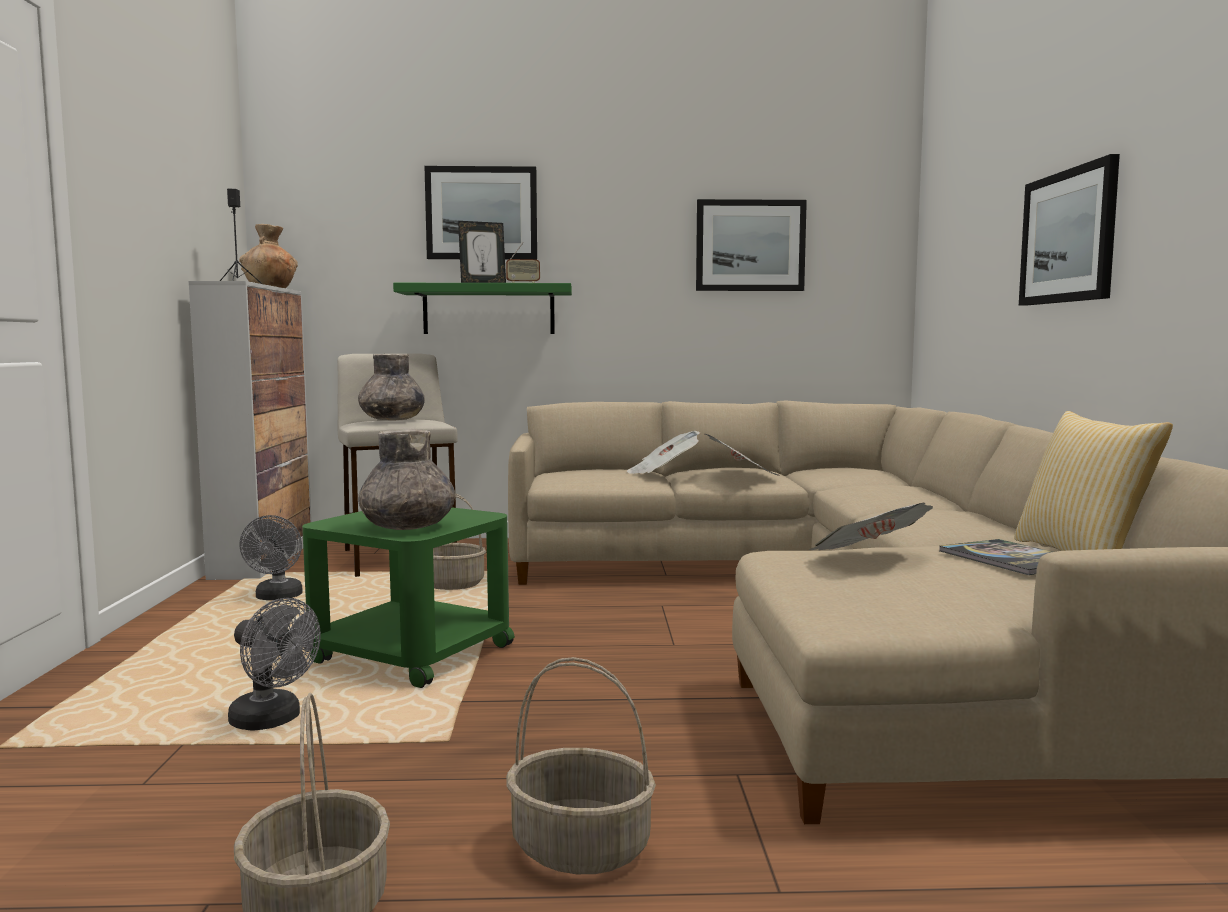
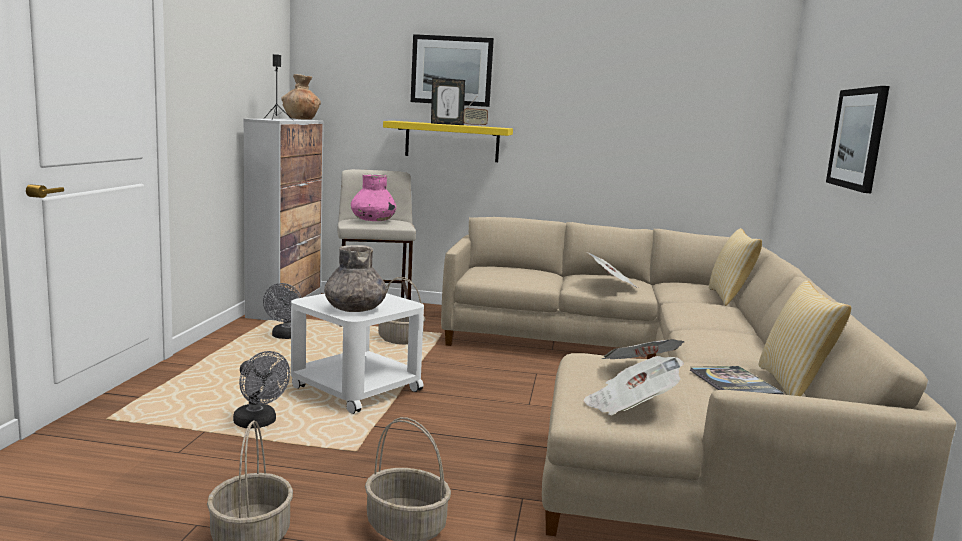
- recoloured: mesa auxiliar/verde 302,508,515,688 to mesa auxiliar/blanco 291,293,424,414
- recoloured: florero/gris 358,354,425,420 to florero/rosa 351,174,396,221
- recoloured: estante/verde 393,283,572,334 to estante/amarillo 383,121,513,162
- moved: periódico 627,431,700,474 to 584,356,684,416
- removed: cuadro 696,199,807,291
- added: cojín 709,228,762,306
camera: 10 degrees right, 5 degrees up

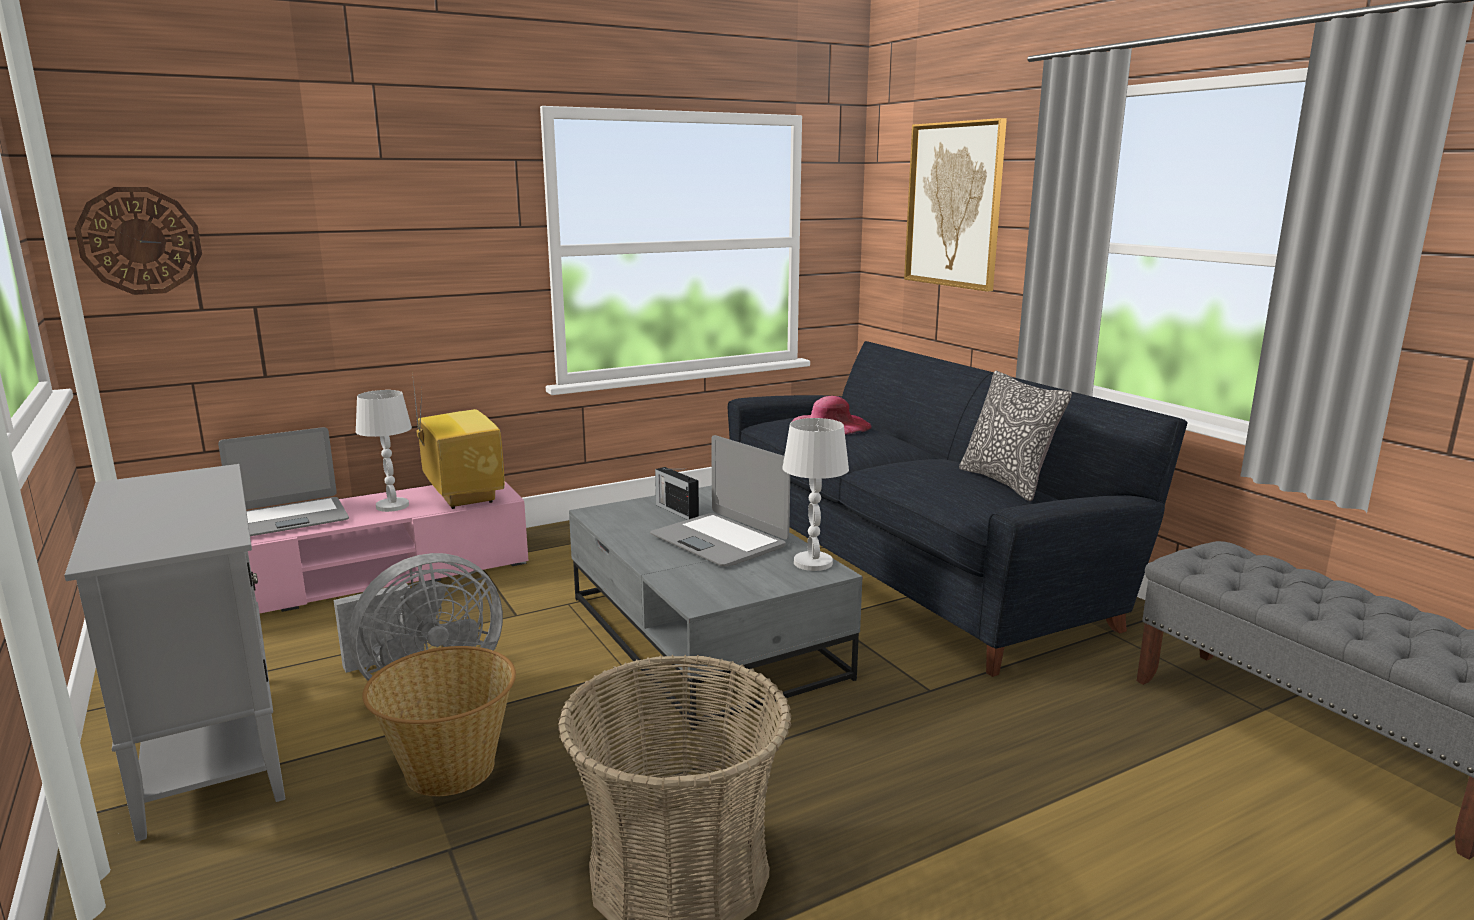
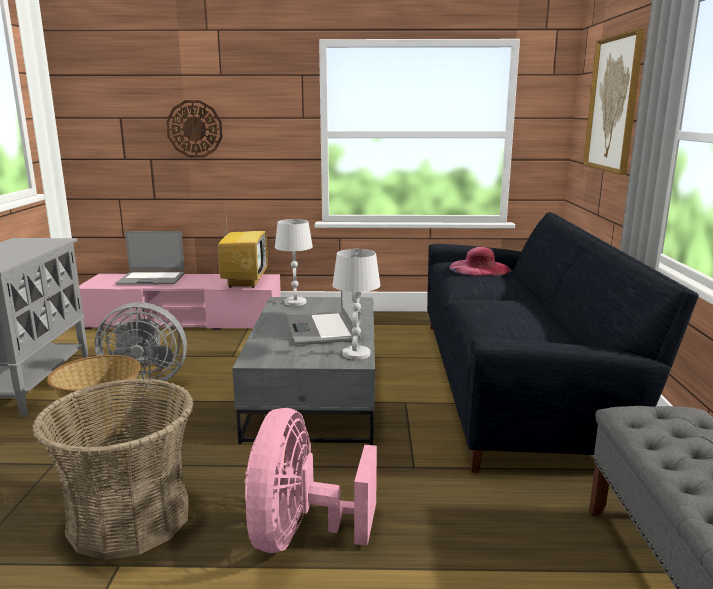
- moved: reloj de pared 74,187,202,295 to 166,100,223,158
- moved: lámpara de mesa/blanco 356,390,412,512 to 275,219,313,306
- removed: radio 655,467,699,520
- removed: cojín 959,371,1072,501
- added: ventilador/rosa 245,408,377,553
camera: 30 degrees right, 0 degrees up

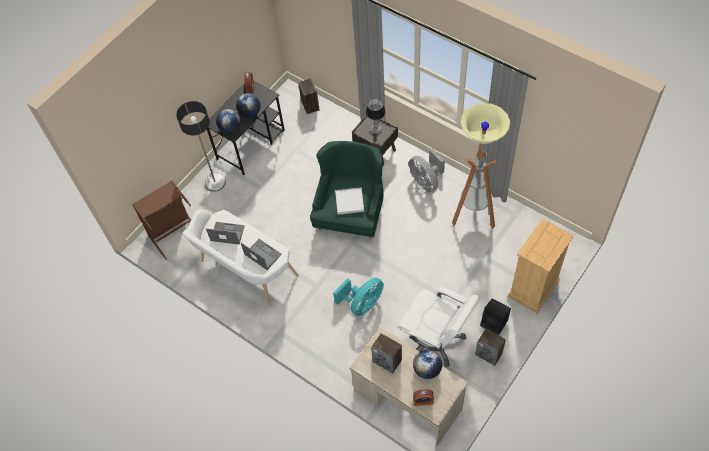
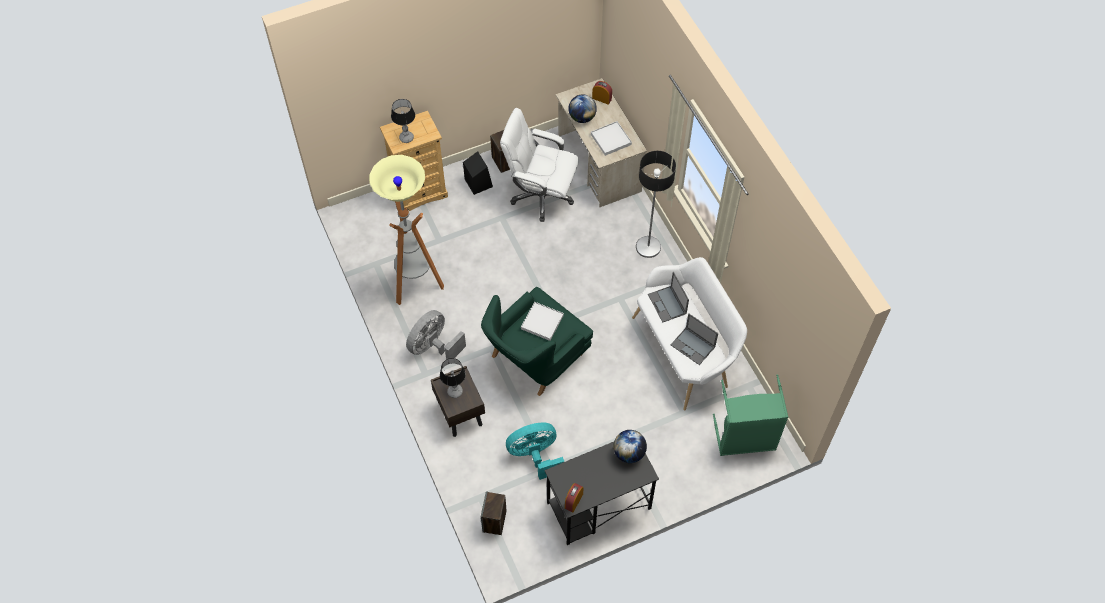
- recoloured: cesto de la ropa/marrón 132,180,191,260 to cesto de la ropa/verde 713,374,788,456
- moved: lámpara de pie 176,101,226,192 to 636,151,676,258
- removed: globo terráqueo 236,93,261,118
- moved: ventilador/turquesa 333,278,384,316 to 506,423,564,480
- replaced: altavoz 371,333,402,373 to bandeja/blanco 591,121,632,156
- turned: silla de oficina/blanco 397,287,479,367 = 500,108,579,222 45 degrees counterclockwise
- turned: ventilador/gris 409,148,445,192 = 406,310,466,359 135 degrees counterclockwise
- added: lámpara de mesa 391,99,415,143
camera: 155 degrees left, 0 degrees up

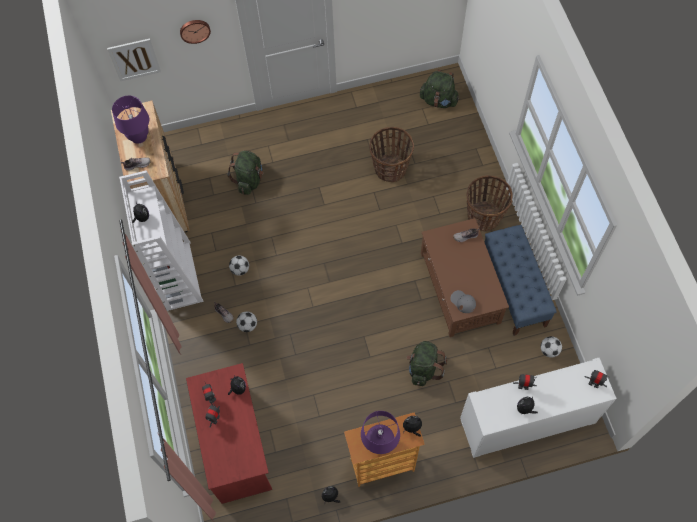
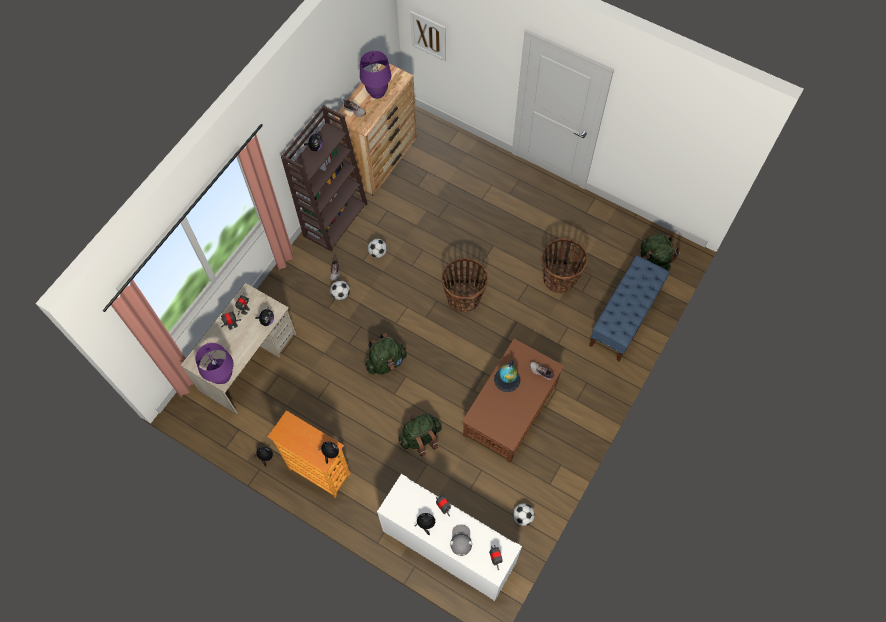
- recoloured: estantería/blanco 119,170,204,311 to estantería/marrón 281,105,367,252
- removed: reloj de pared 180,20,211,44
- recoloured: escritorio/rojo 186,363,272,504 to escritorio/beis 180,283,296,414
- moved: mochila/verde 227,151,264,195 to 365,332,407,375
- moved: lámpara de mesa/morado 361,411,400,454 to 195,343,234,384
- moved: gorra/gris 450,290,476,313 to 450,524,472,556
- moved: cesta 467,175,513,231 to 442,258,488,312
- moved: banco/azul 485,225,557,336 to 589,255,670,361
- added: globo terráqueo 494,360,520,392
camera: 45 degrees right, 0 degrees up

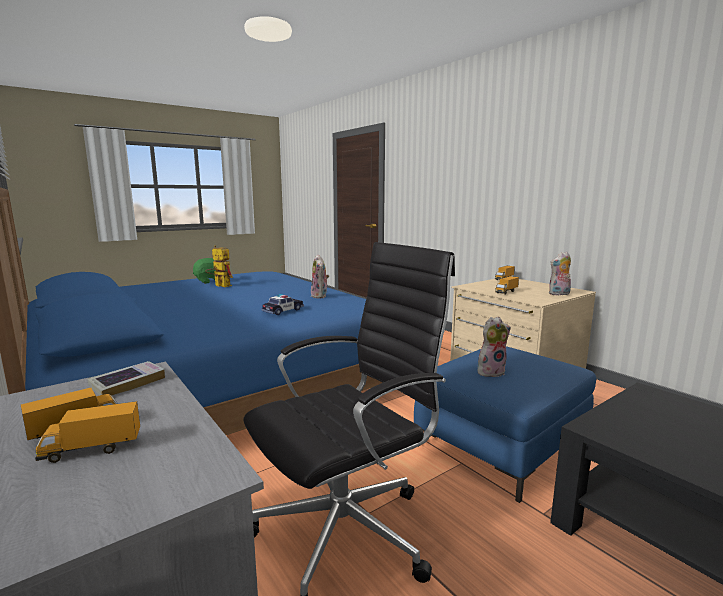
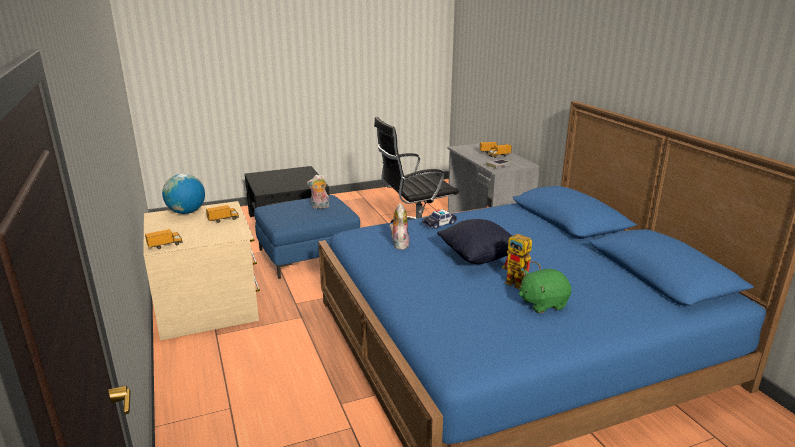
- replaced: peluche 549,252,571,295 to globo terráqueo 162,174,205,214
- added: cojín/negro 437,219,512,264
camera: 165 degrees left, 10 degrees up

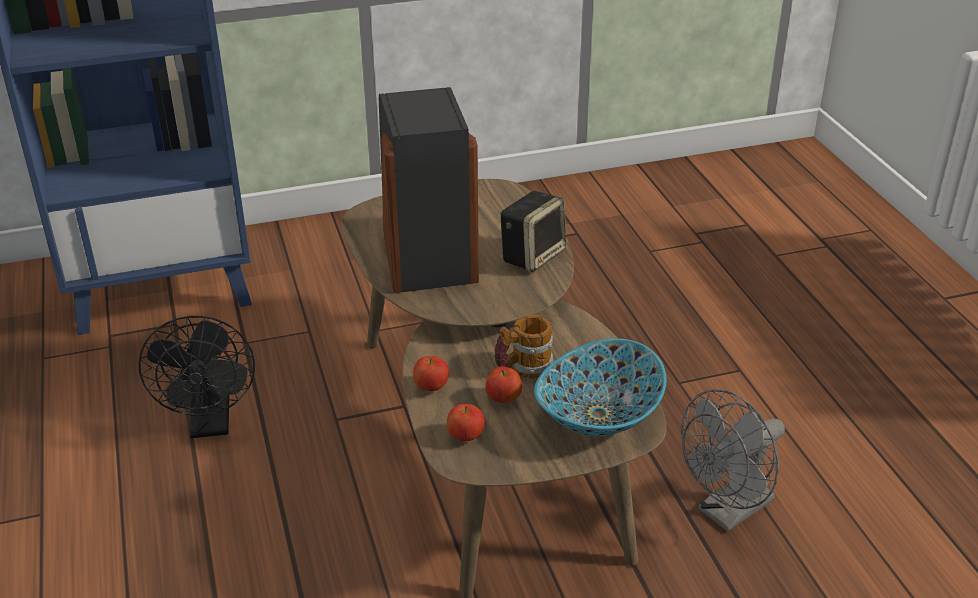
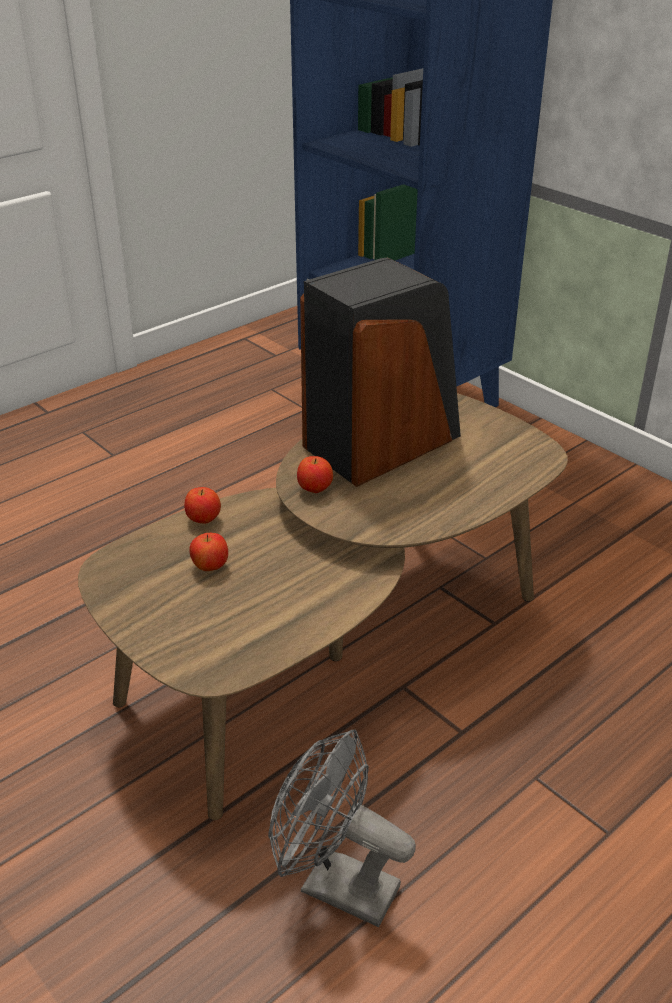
- removed: ventilador/negro 139,316,255,438
- moved: manzana 447,404,485,442 to 297,456,333,493
- removed: taza grande 494,315,553,378
- removed: altavoz 500,191,566,272
- removed: cuenco 534,338,667,436
camera: 65 degrees right, 0 degrees up

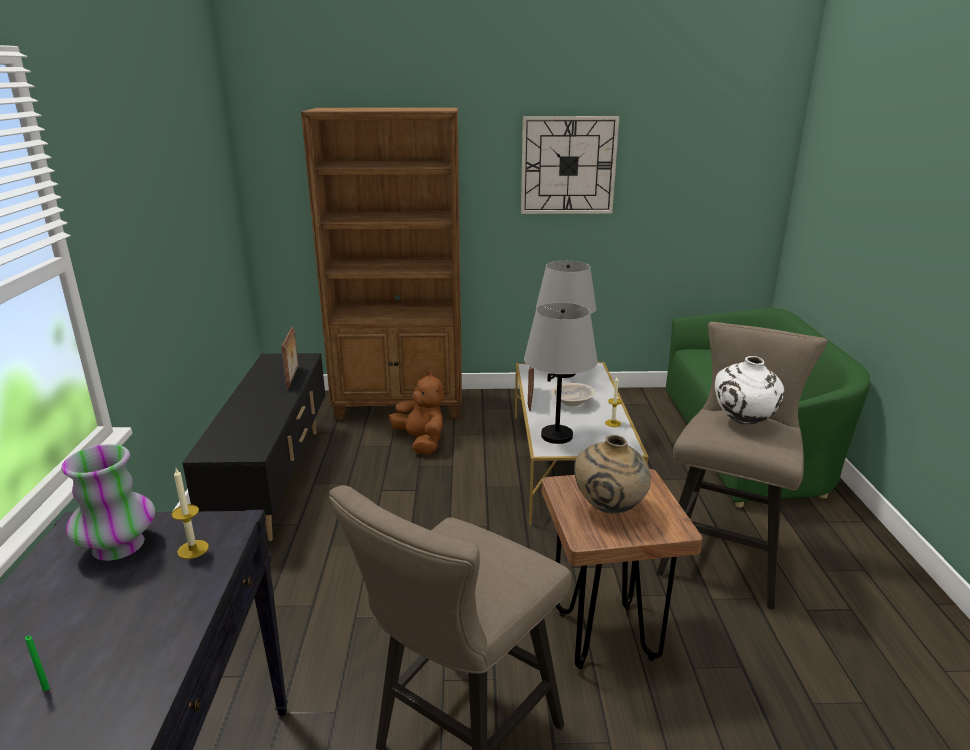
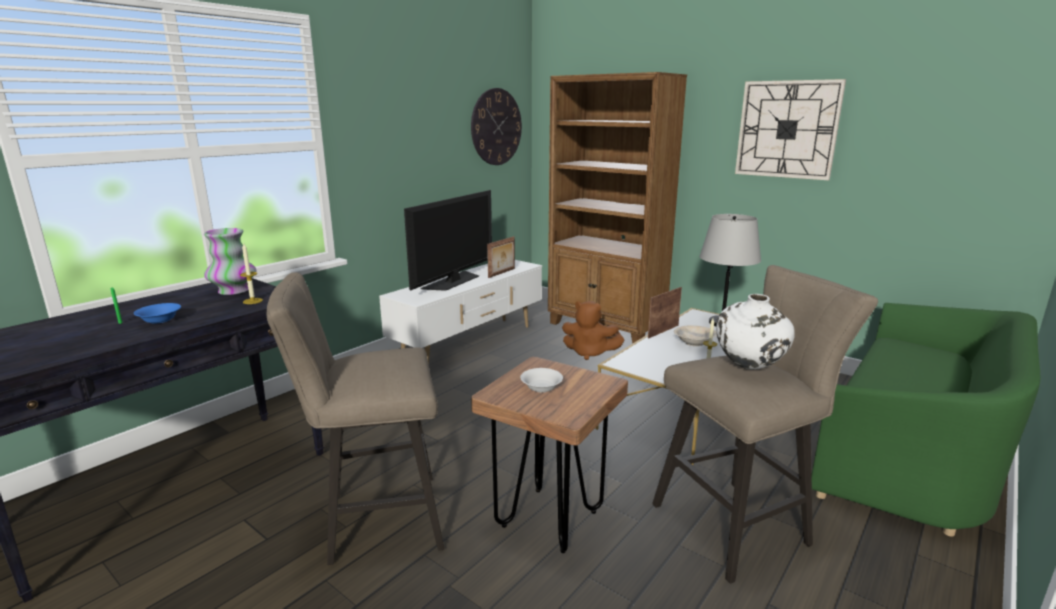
- recoloured: mueble de televisión/negro 182,353,325,541 to mueble de televisión/blanco 379,260,542,364
- turned: peluche/marrón 389,372,444,454 = 562,301,624,360 105 degrees clockwise
- removed: lámpara de mesa/gris 524,302,598,444
- replaced: florero/beis 574,435,651,514 to cuenco/blanco 520,368,563,392
- added: cuenco/azul 134,303,181,324
- added: televisor 404,190,492,291
- added: reloj de pared 471,88,522,165
camera: 40 degrees right, 5 degrees down

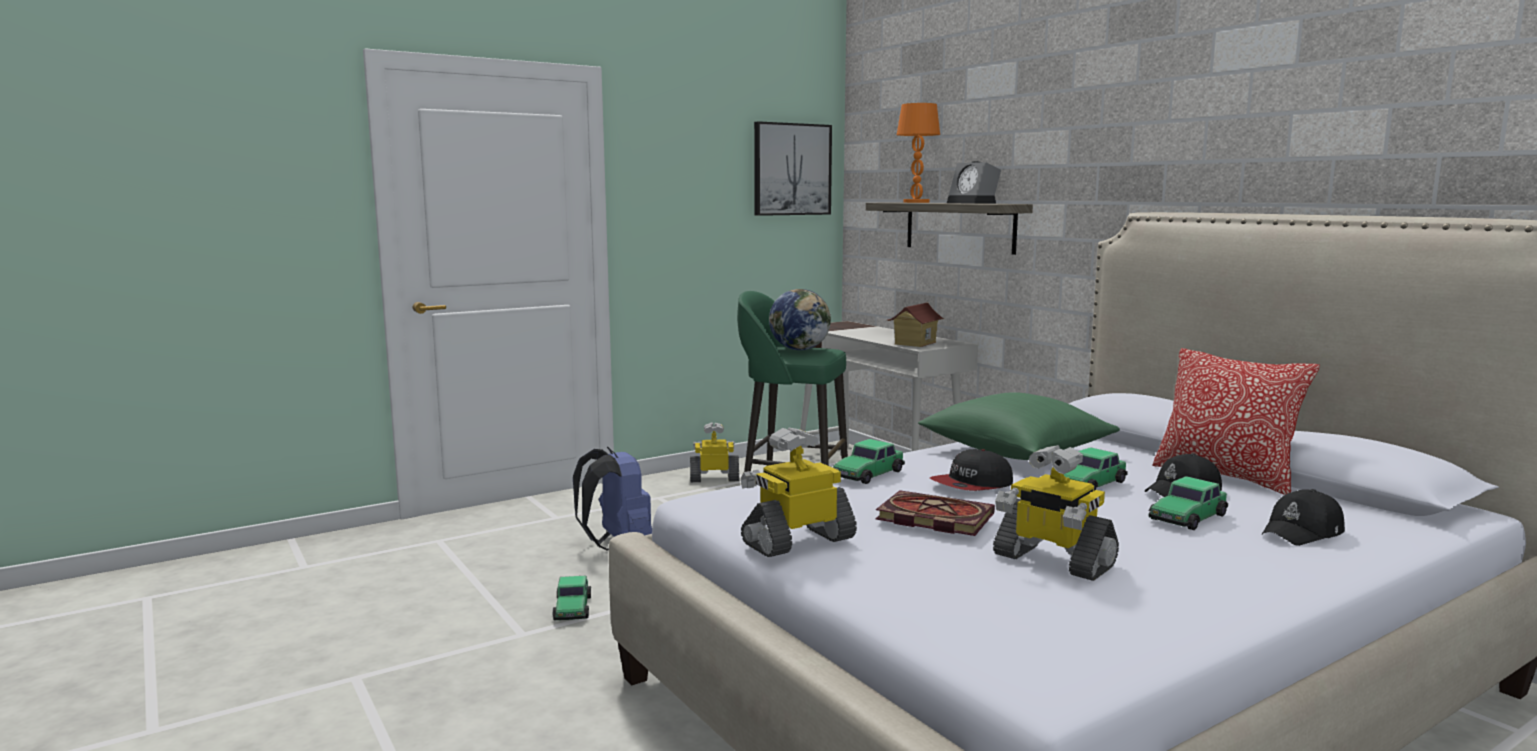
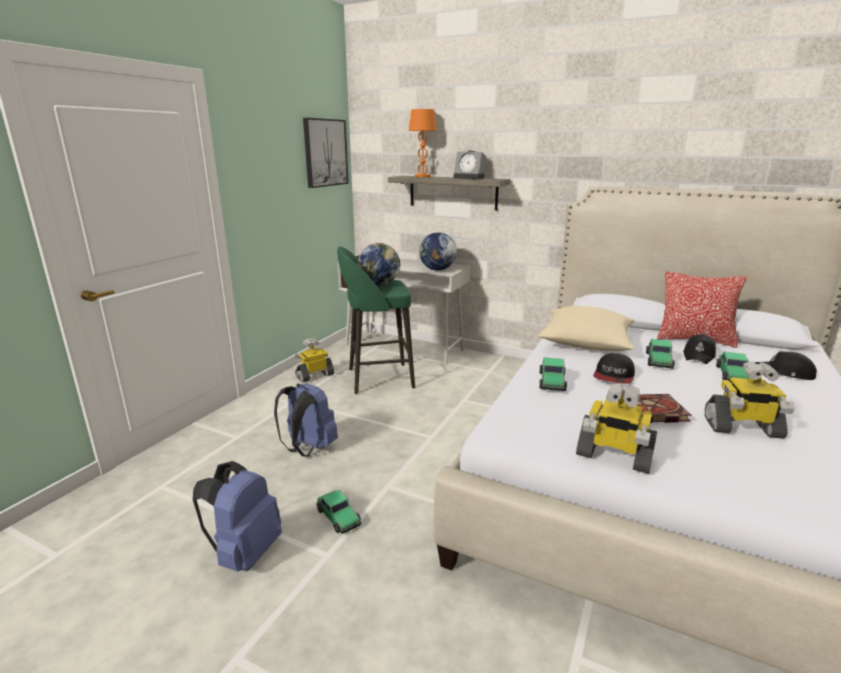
- turned: robot de juguete 741,428,857,557 = 576,383,657,474 90 degrees counterclockwise
- replaced: casita 887,303,944,347 to globo terráqueo 419,232,457,270
- recoloured: cojín/verde 918,392,1120,460 to cojín/beis 538,306,634,351
- turned: gorra/negro 1261,489,1345,546 = 754,351,817,380 90 degrees clockwise
- added: mochila/azul 193,461,282,571
camera: 30 degrees left, 10 degrees up

